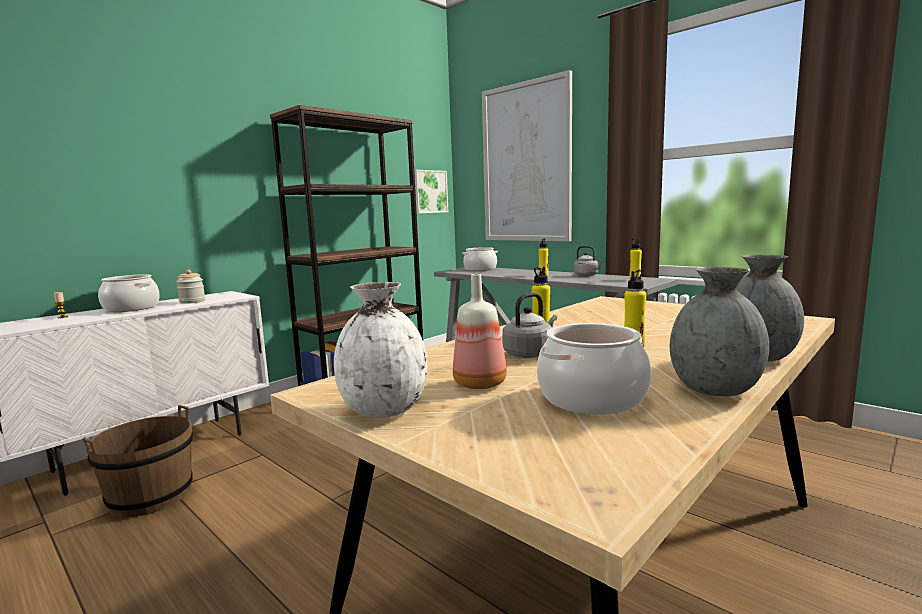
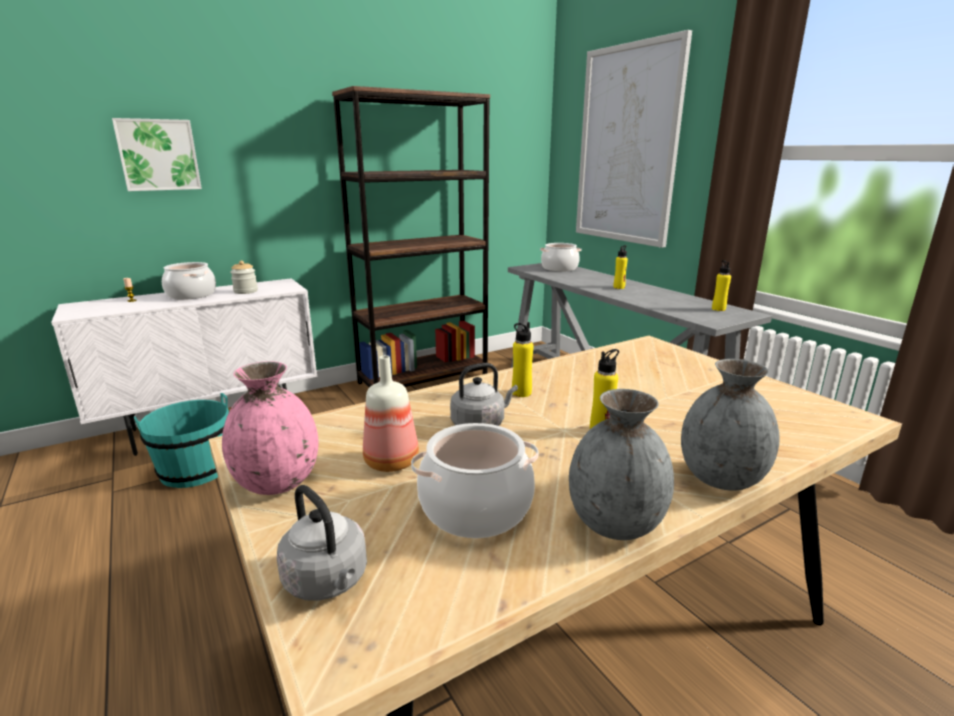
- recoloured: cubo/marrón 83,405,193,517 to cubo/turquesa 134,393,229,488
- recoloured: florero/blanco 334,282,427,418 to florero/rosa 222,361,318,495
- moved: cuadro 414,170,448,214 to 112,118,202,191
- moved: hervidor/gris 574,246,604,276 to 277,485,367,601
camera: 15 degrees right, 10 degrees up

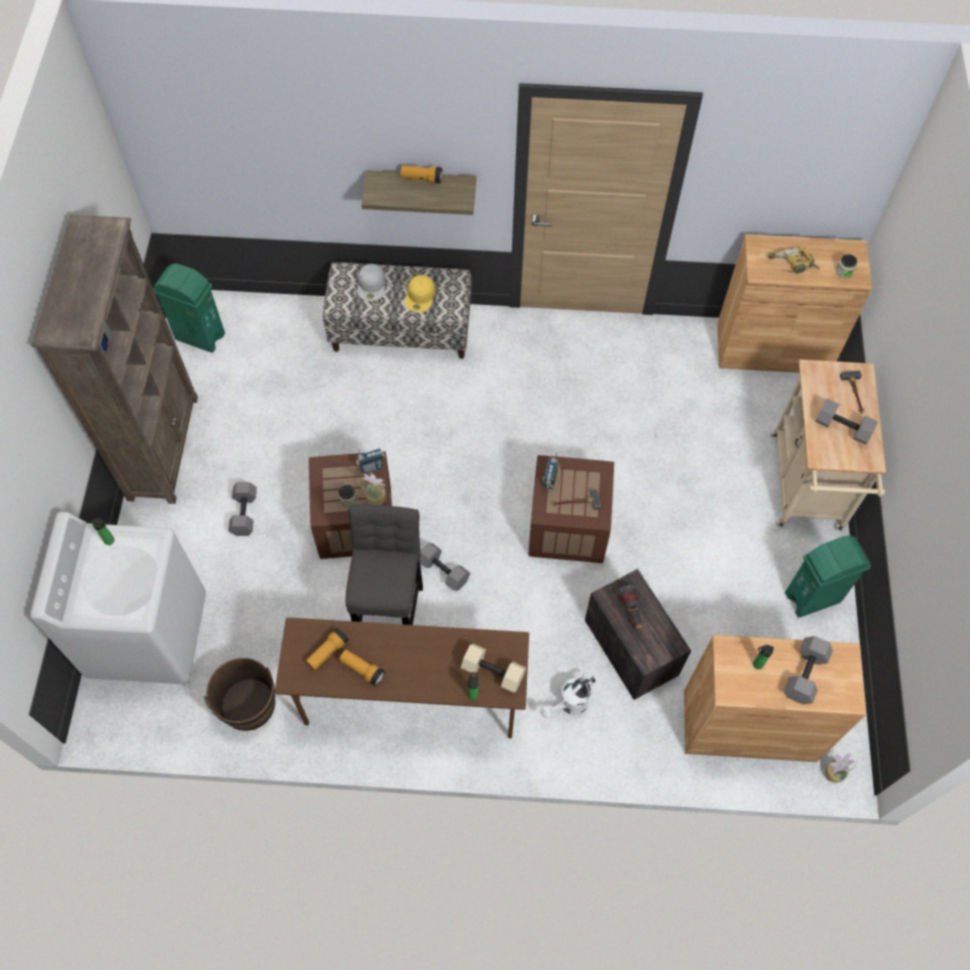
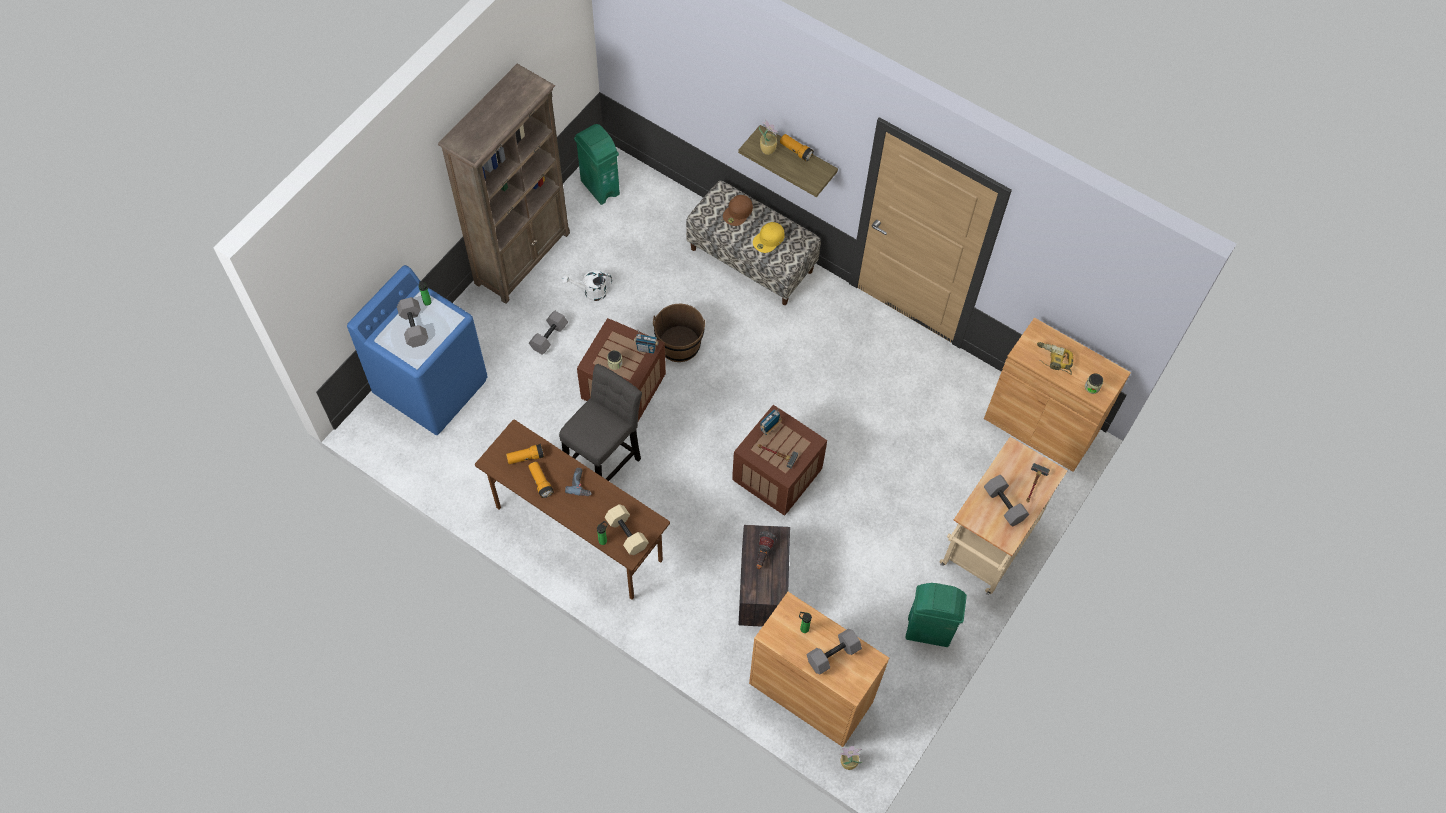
- recoloured: lavadora/blanco 30,512,206,684 to lavadora/azul 347,265,487,435
- moved: cubo/marrón 204,658,275,731 to 653,304,705,362
- recoloured: gorra/blanco 357,264,386,301 to gorra/marrón 723,195,753,226
- moved: planta en maceta 359,473,386,505 to 759,120,779,155
- moved: mancuerna/gris 420,543,470,591 to 397,297,428,348
- moved: regadera/blanco 540,676,595,718 to 562,270,612,301
- added: taladro 565,468,592,496
camera: 30 degrees right, 0 degrees up

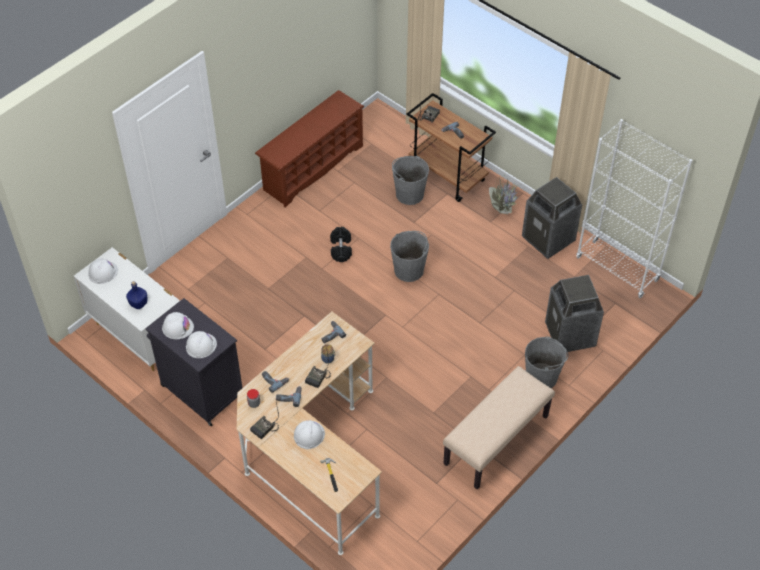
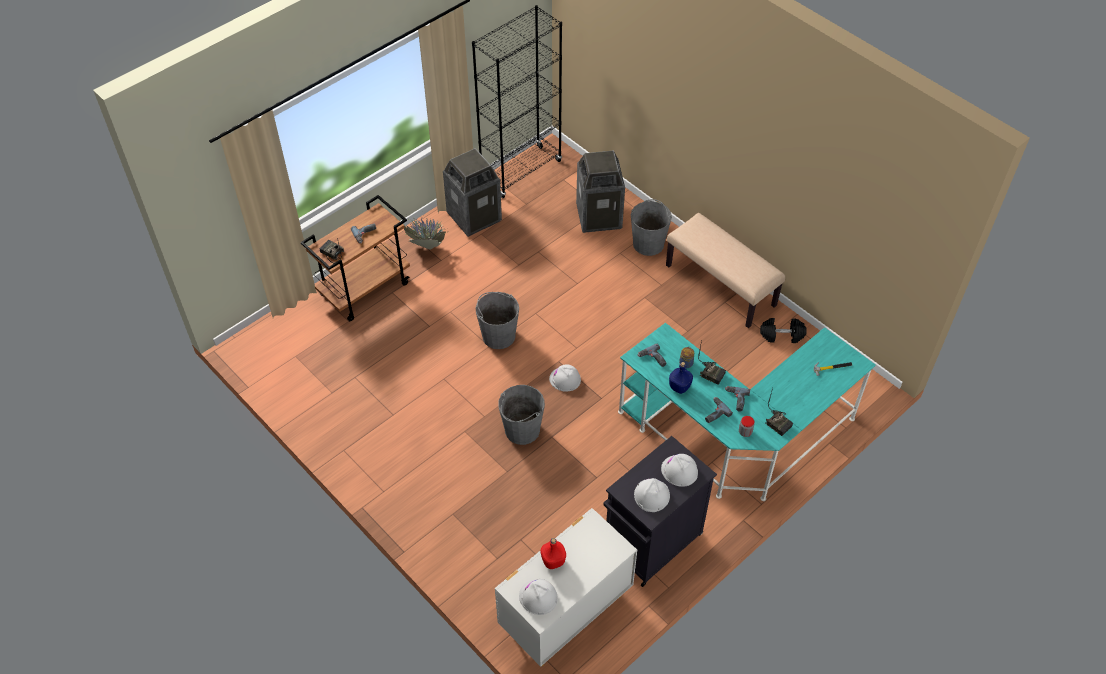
- moved: botella/azul 126,281,148,309 to 669,362,693,394
- recoloured: escritorio/beis 237,311,382,555 to escritorio/turquesa 618,323,876,501
- removed: zapatero/marrón 255,90,364,207
- moved: casco/blanco 294,420,325,449 to 549,364,581,392
- moved: mancuerna/negro 330,227,352,262 to 760,318,807,343
- moved: cubo/gris 392,156,429,205 to 498,385,545,445
- recoloured: estantería/blanco 576,119,693,298 to estantería/negro 472,5,562,198
- added: botella/rojo 541,538,566,569
camera: 85 degrees left, 0 degrees up

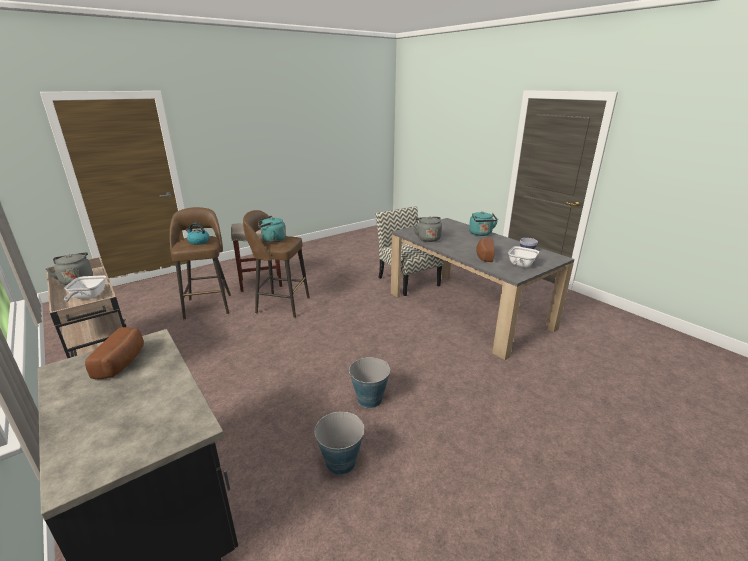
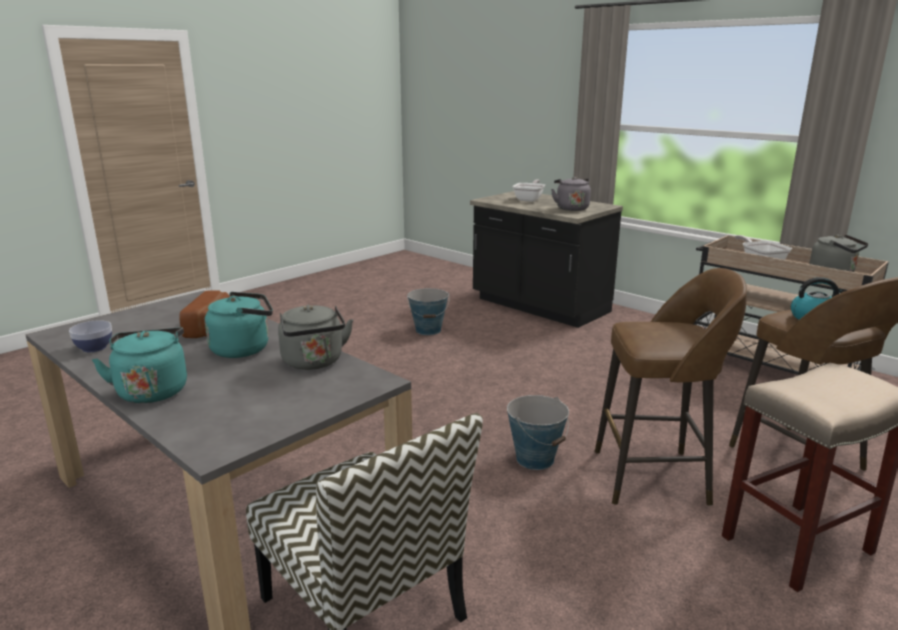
- replaced: pan 85,327,144,379 to hervidor/gris 551,177,591,211
- moved: hervidor/turquesa 258,216,286,243 to 205,292,273,358
- moved: cubo 348,357,390,408 to 507,395,569,470
- moved: sartén 508,246,539,267 to 512,179,545,202
camera: 170 degrees right, 5 degrees down

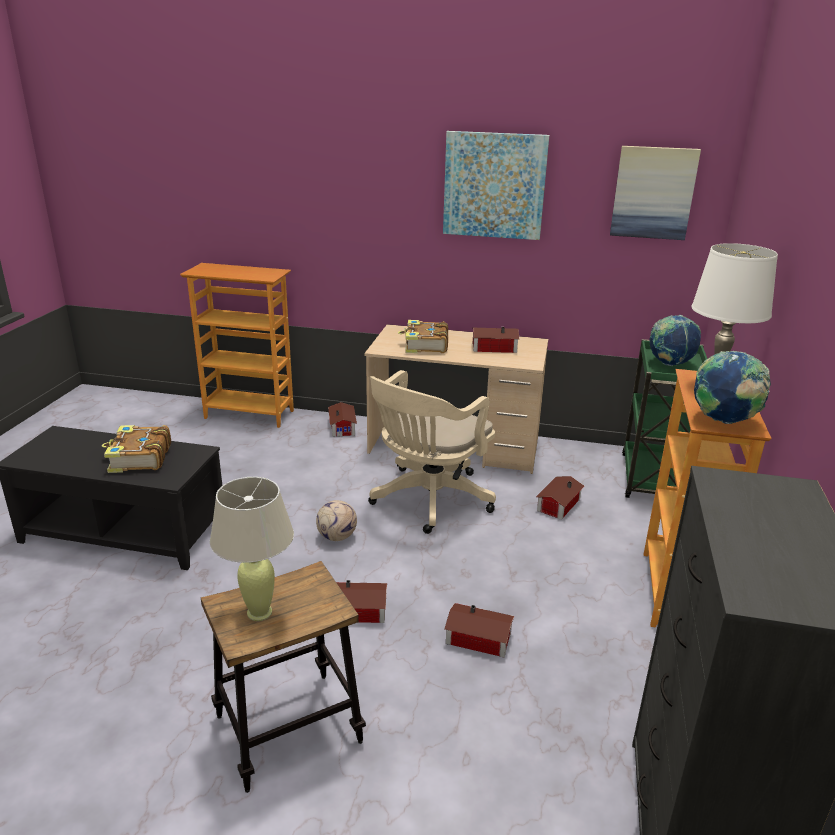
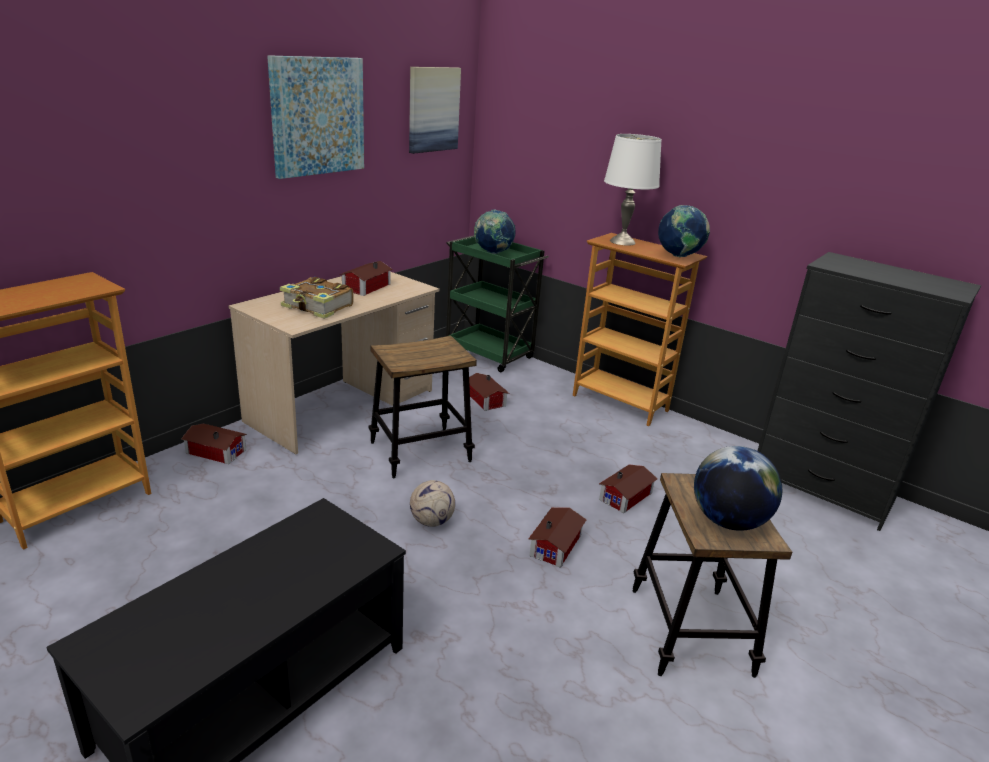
- removed: libro 102,425,171,473
- replaced: lámpara de mesa/beis 210,477,294,621 to globo terráqueo 694,446,782,531
- replaced: silla de oficina/beis 368,370,496,534 to taburete 369,335,477,478
camera: 65 degrees left, 0 degrees up

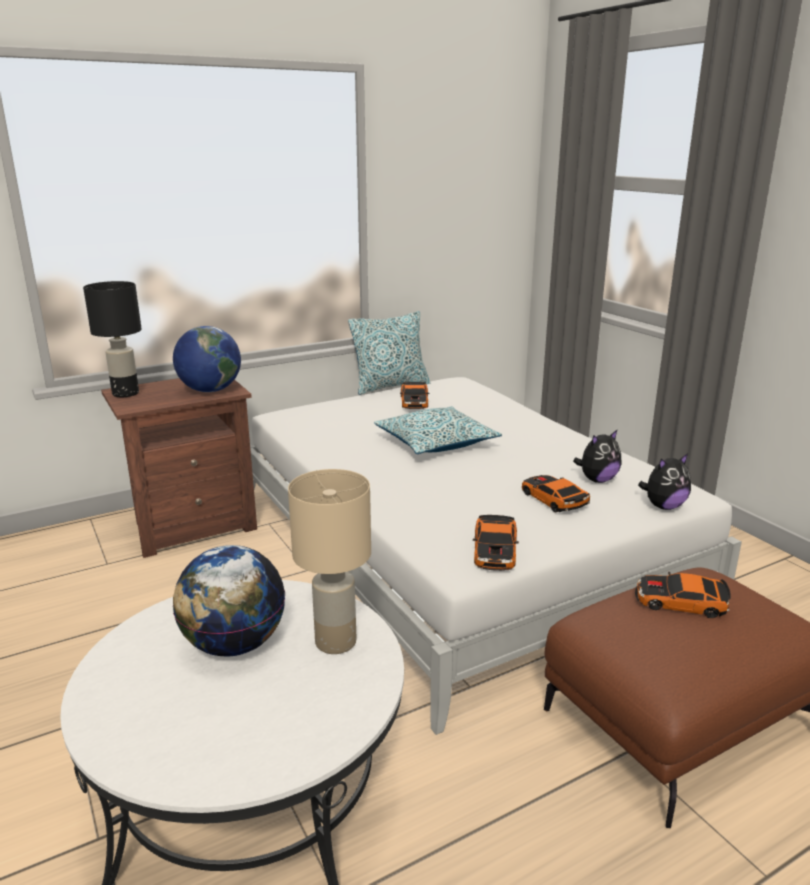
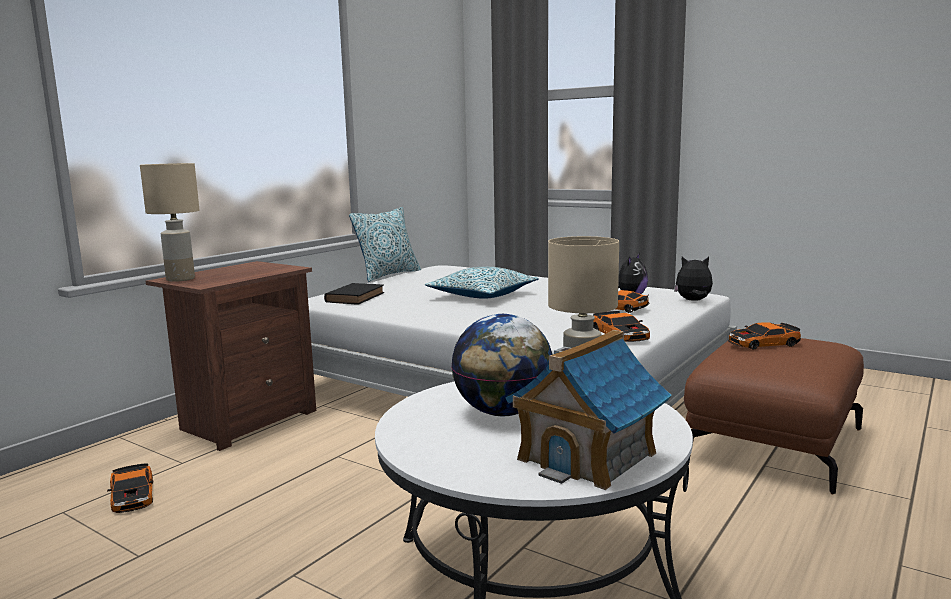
- recoloured: lámpara de mesa/negro 83,281,142,397 to lámpara de mesa/beis 140,163,200,282
- removed: globo terráqueo 173,326,241,392
- moved: coche de juguete 400,382,430,409 to 107,464,154,513
- turned: peluche 638,453,691,510 = 674,257,713,301 120 degrees counterclockwise
- added: libro/negro 324,283,384,304
- added: casita 505,330,672,490
camera: 25 degrees left, 10 degrees down

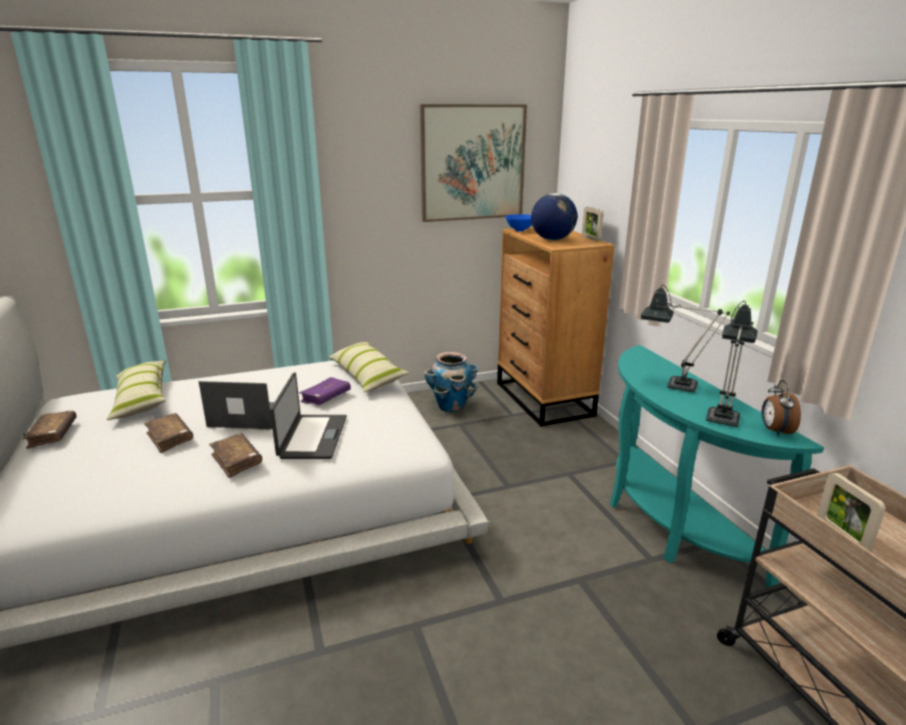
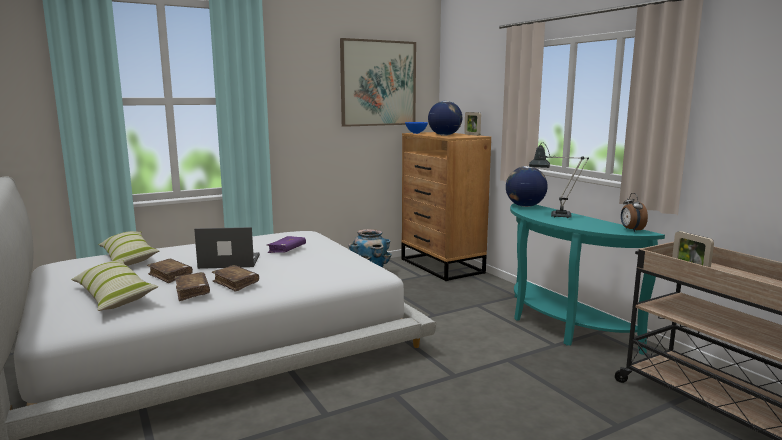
- moved: libro/marrón 22,411,77,449 to 174,272,210,301
- removed: portátil 270,373,347,459
- moved: cojín 328,341,409,392 to 71,261,158,311
- removed: lámpara de mesa 706,301,757,427
- added: globo terráqueo 506,166,548,207
camera: 10 degrees left, 10 degrees down

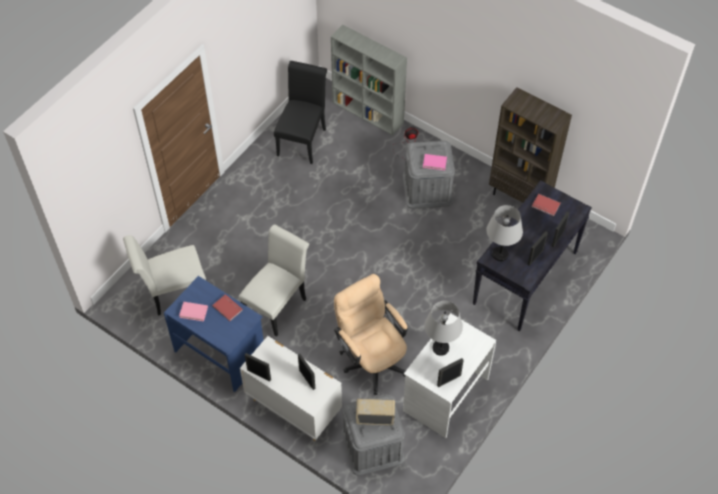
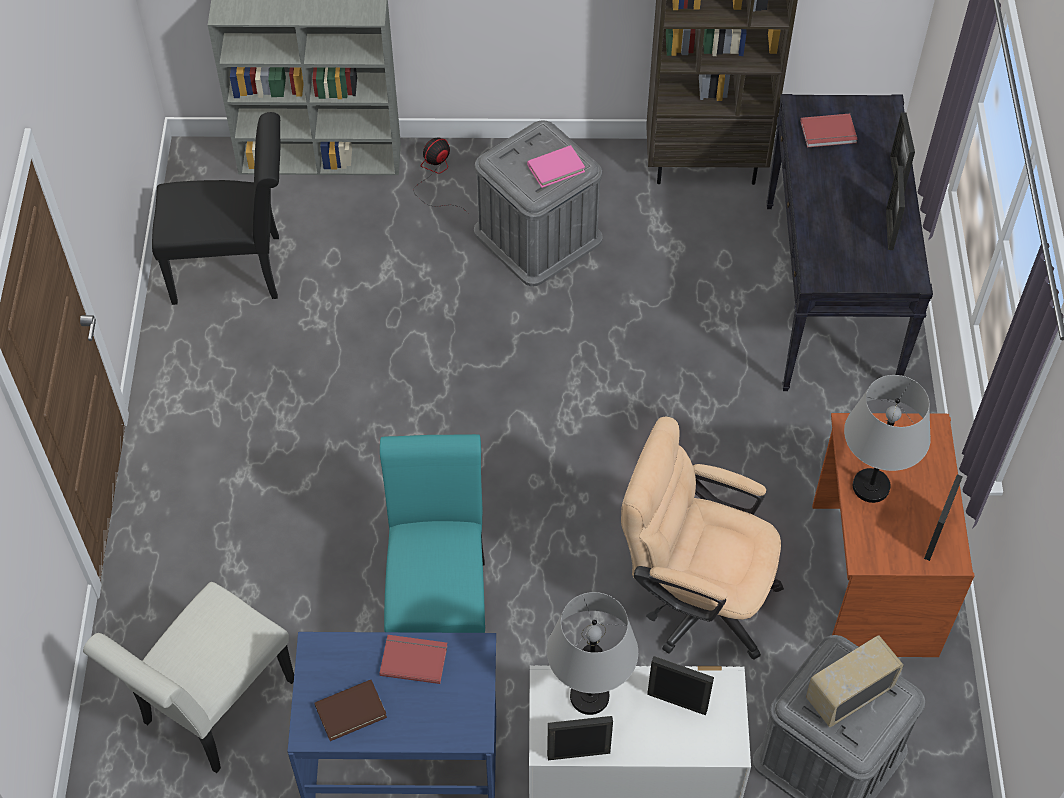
- recoloured: libro/rosa 179,302,208,322 to libro/marrón 314,680,387,741
- recoloured: silla/blanco 238,224,309,337 to silla/turquesa 380,434,485,633
- turned: silla/negro 274,61,327,164 = 152,112,280,305 105 degrees clockwise
- recoloured: escritorio/blanco 403,313,496,438 to escritorio/marrón 812,413,975,657
- moved: lámpara de mesa/gris 486,205,523,261 to 547,592,638,715
camera: 35 degrees left, 0 degrees up

